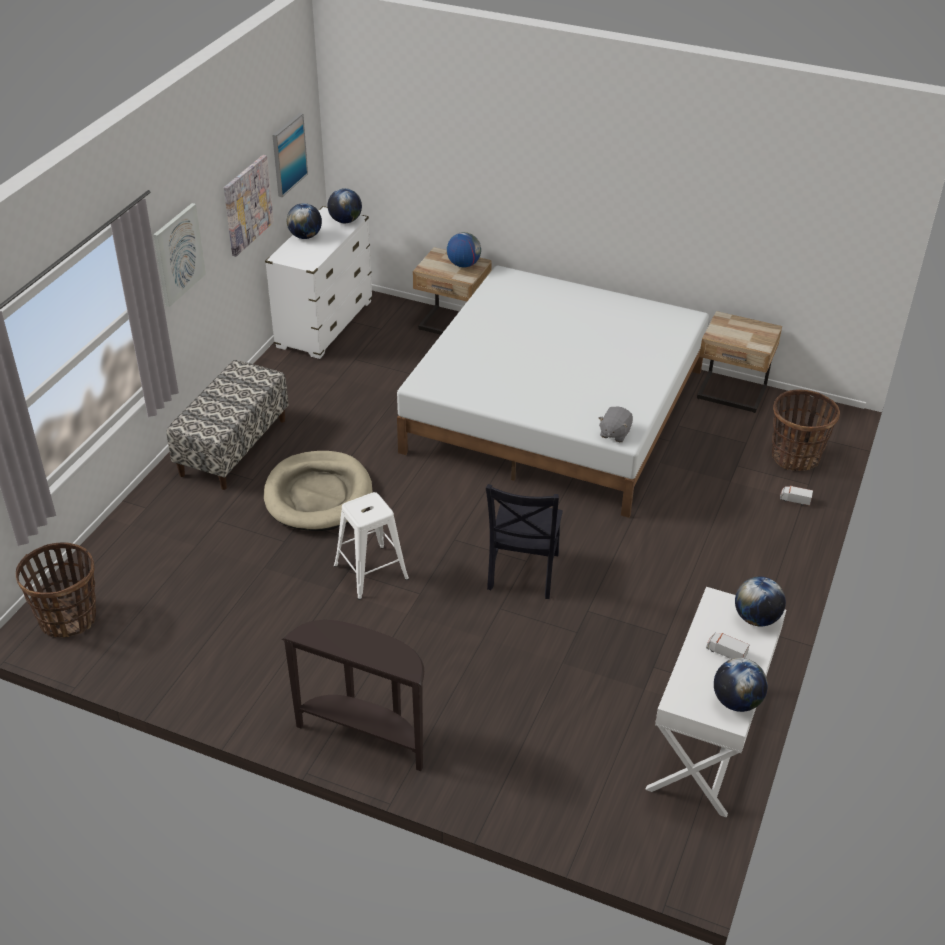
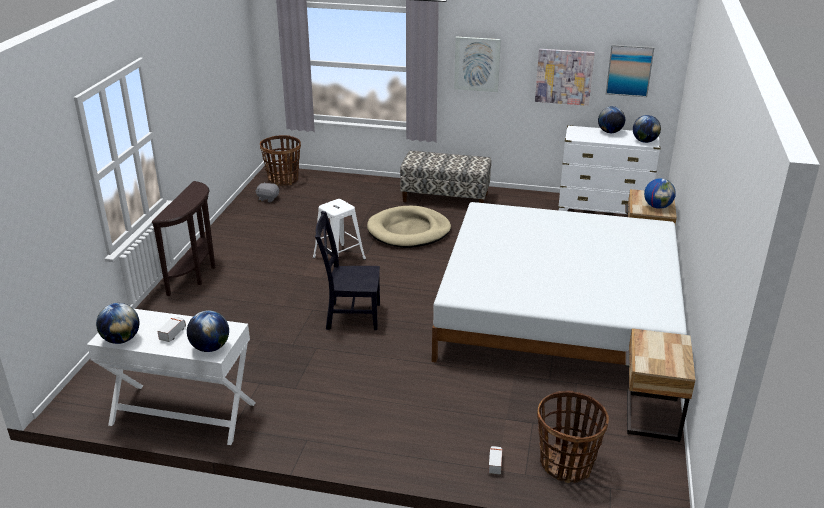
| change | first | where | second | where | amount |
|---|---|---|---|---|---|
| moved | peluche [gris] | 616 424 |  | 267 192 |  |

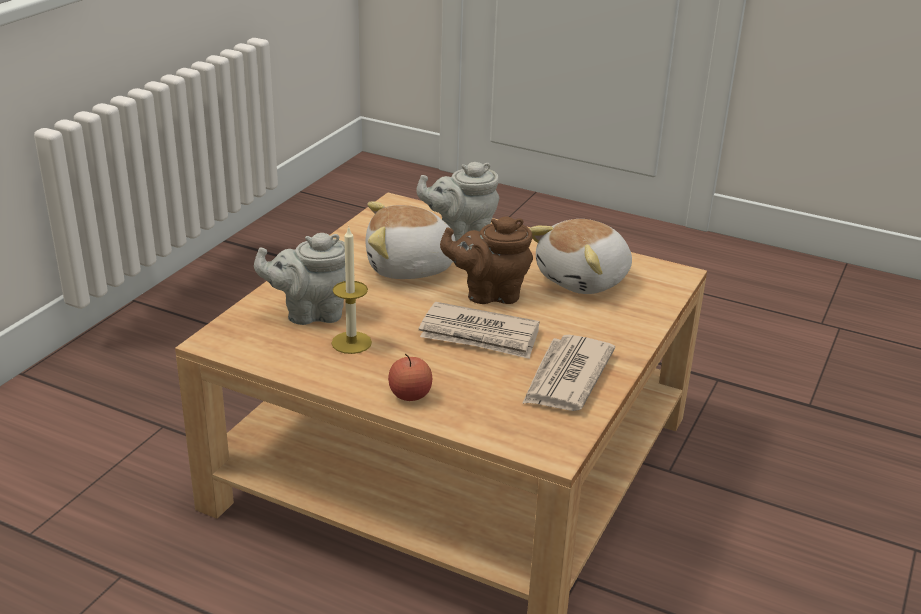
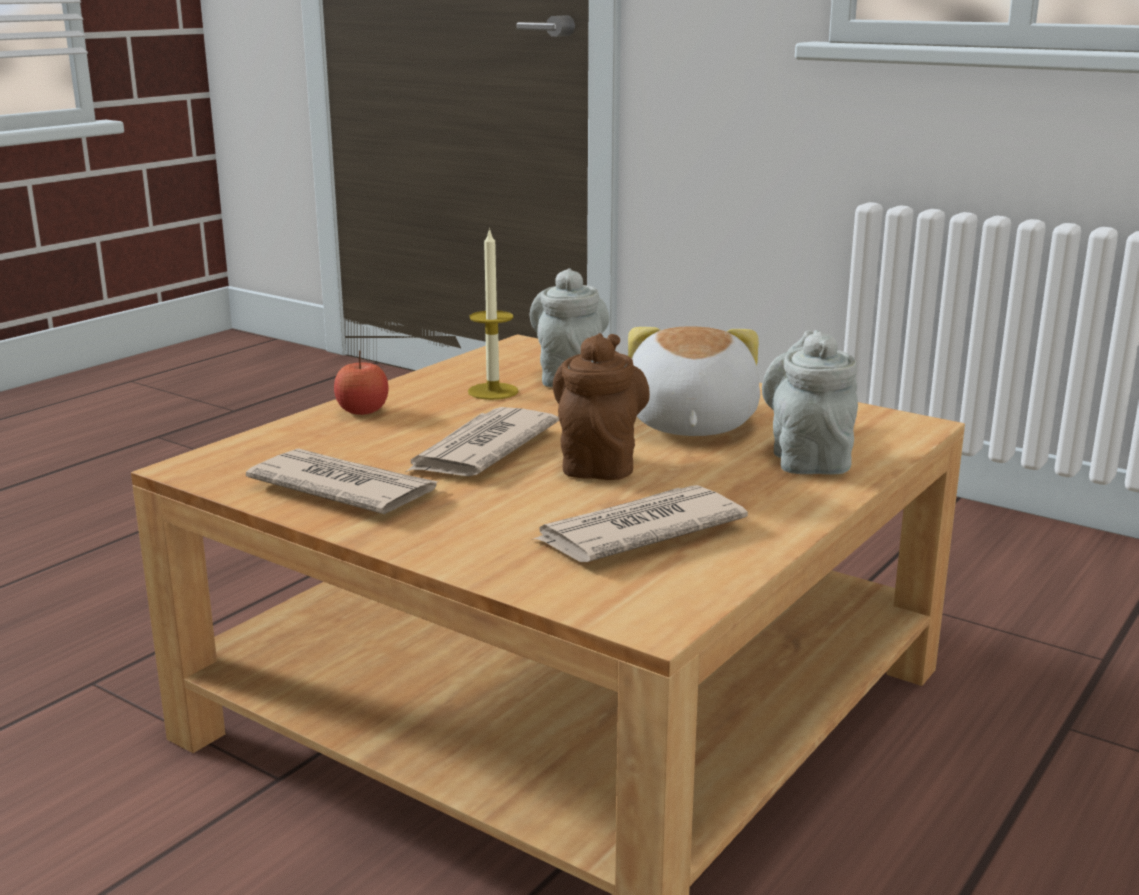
| change | first | where | second | where | amount |
|---|---|---|---|---|---|
| replaced | peluche | 580 256 | periódico | 640 523 |  |

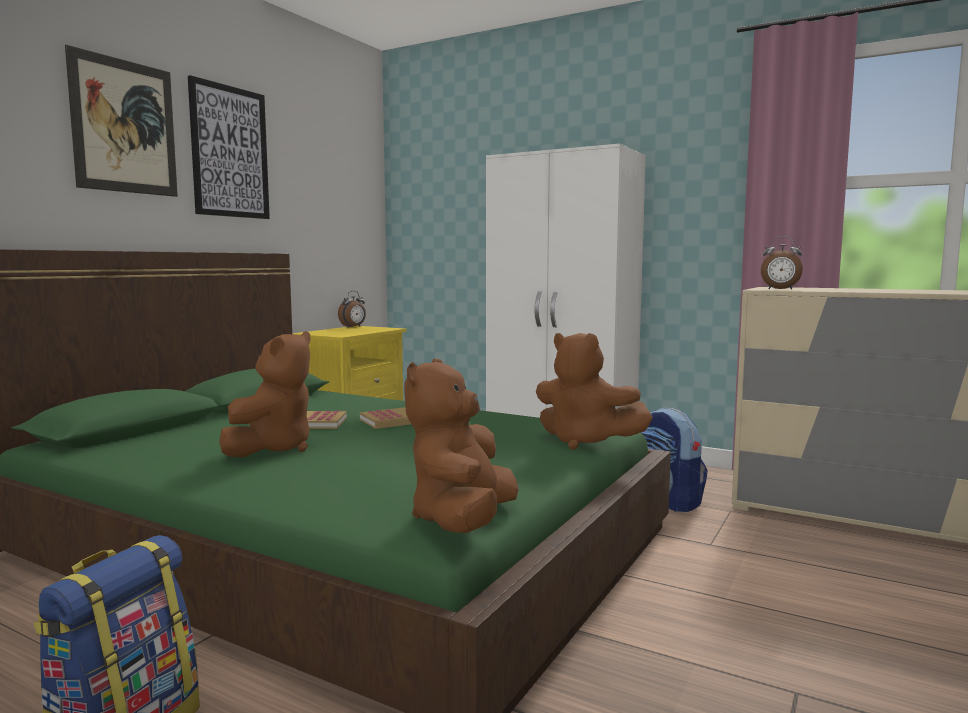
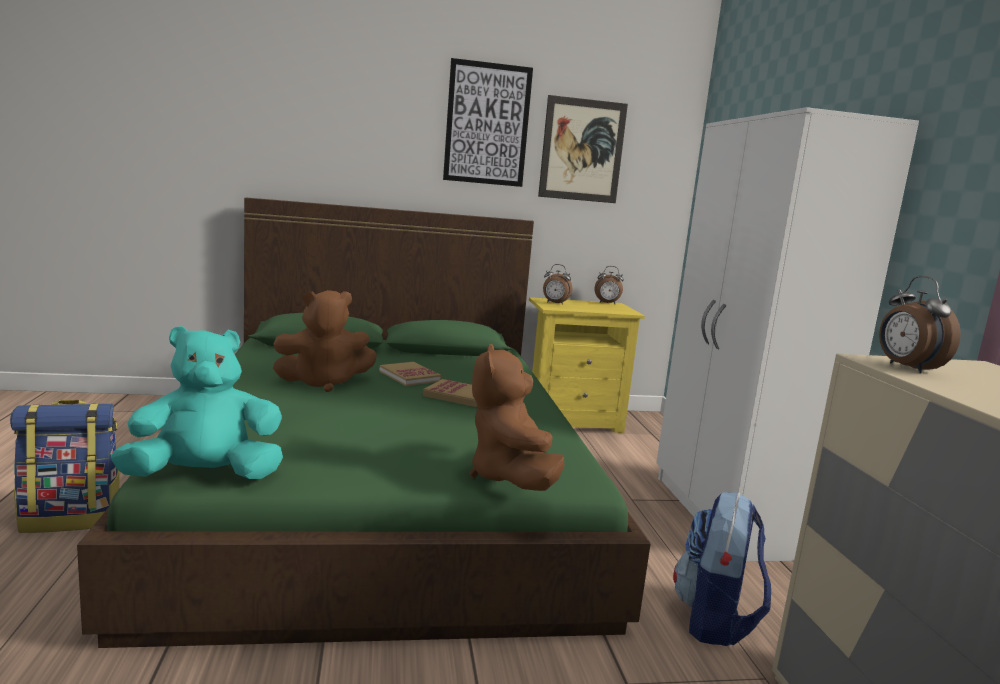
| change | first | where | second | where | amount |
|---|---|---|---|---|---|
| moved | cuadro | 121 121 |  | 583 149 |  |
| recoloured | peluche [marrón] | 461 445 | peluche [turquesa] | 197 402 |  |
| added |  |  | despertador | 557 284 |  |

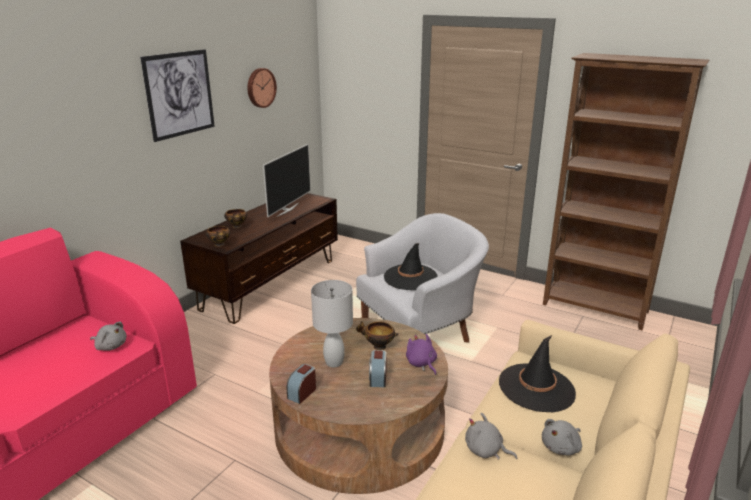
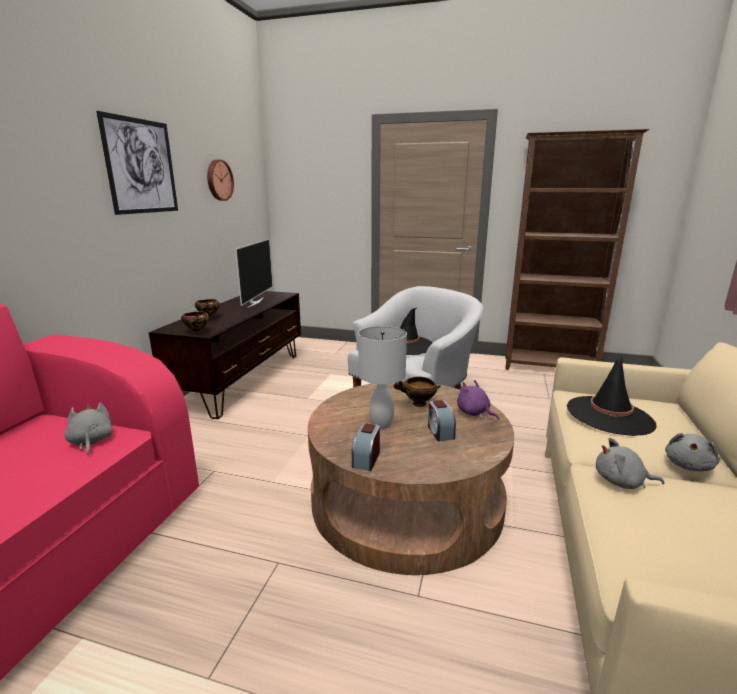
| change | first | where | second | where | amount |
|---|---|---|---|---|---|
| turned | peluche [gris] | 108 336 |  | 88 429 | 120 degrees counterclockwise |

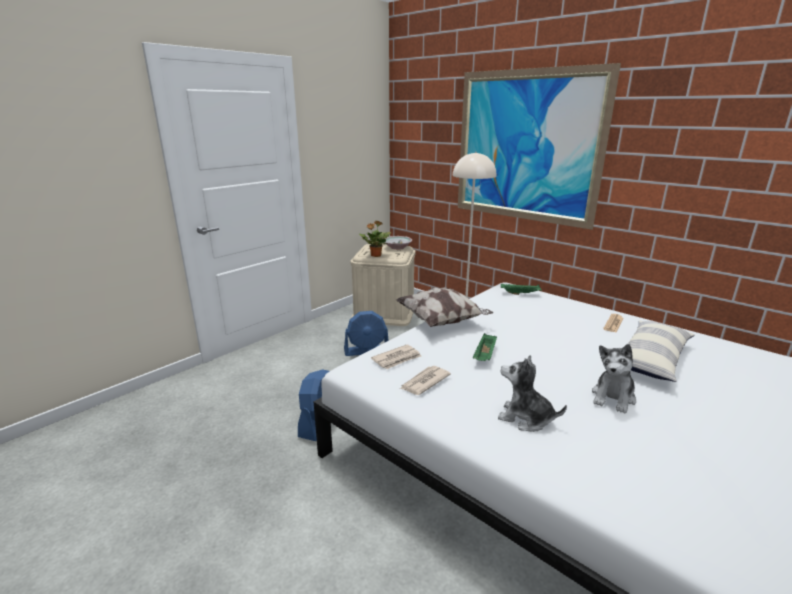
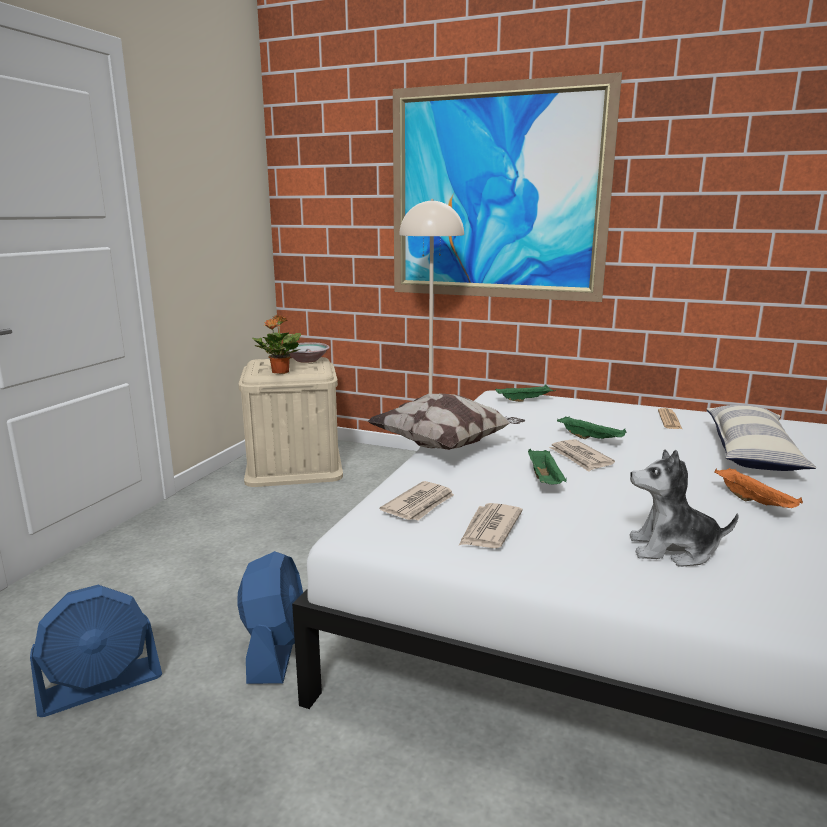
| change | first | where | second | where | amount |
|---|---|---|---|---|---|
| moved | ventilador [azul] | 366 333 |  | 96 651 |  |
| replaced | peluche | 614 379 | bandeja [naranja] | 758 488 |  |
| added |  |  | bandeja [verde] | 591 427 |  |
| added |  |  | periódico | 582 455 |  |

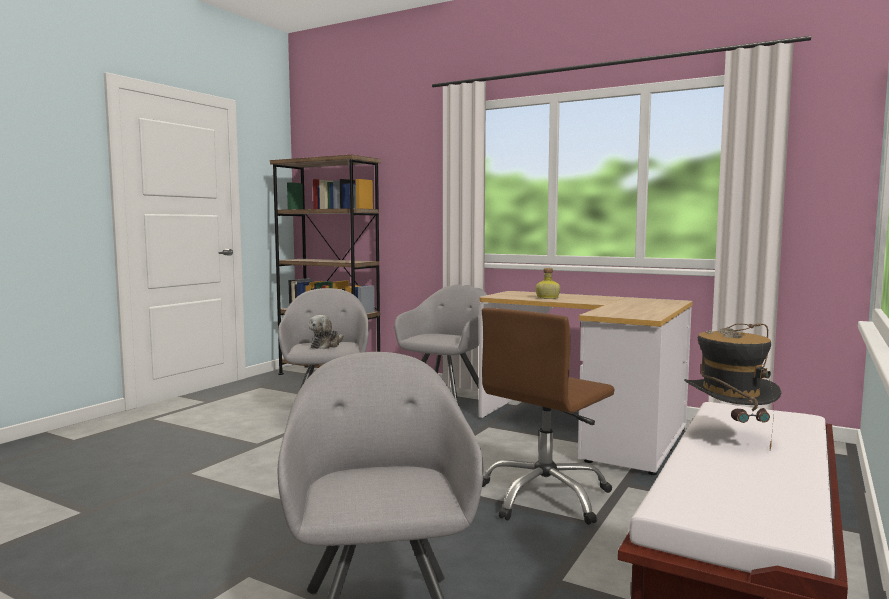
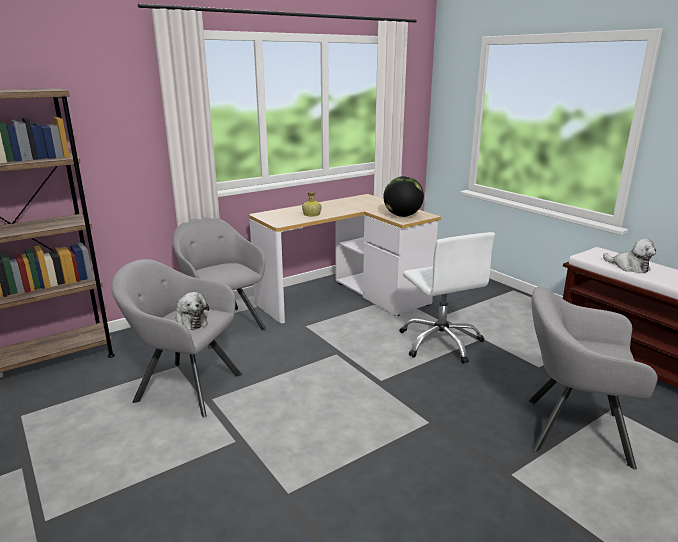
| change | first | where | second | where | amount |
|---|---|---|---|---|---|
| recoloured | silla de oficina [marrón] | 548 416 | silla de oficina [blanco] | 447 298 |  |
| replaced | sombrero | 733 386 | peluche | 629 256 |  |
| added |  |  | globo terráqueo | 403 196 |  |

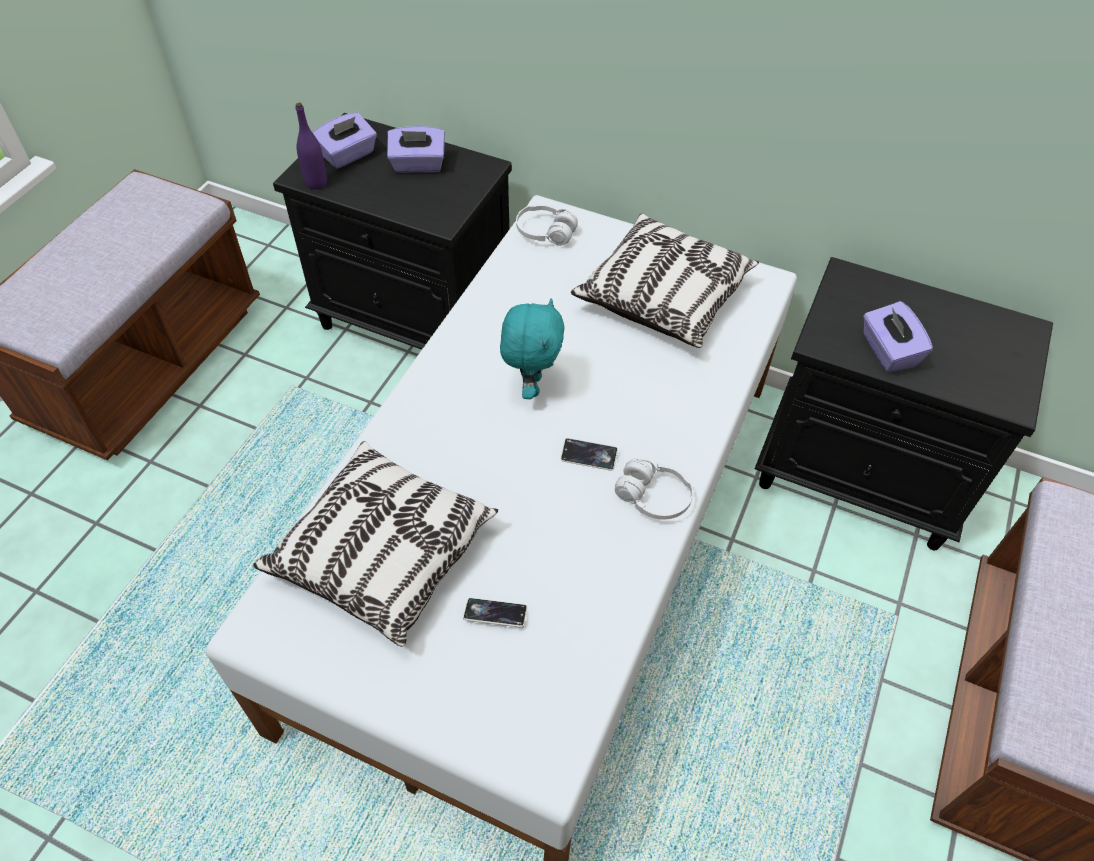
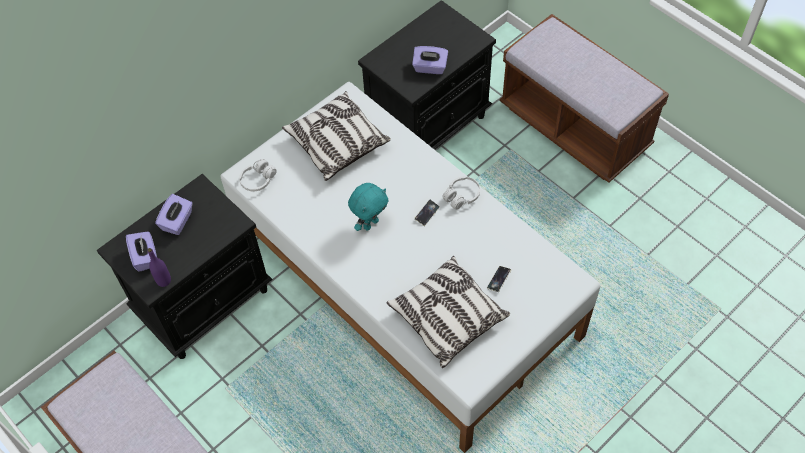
| change | first | where | second | where | amount |
|---|---|---|---|---|---|
| turned | peluche [turquesa] | 532 348 |  | 368 207 | 105 degrees clockwise |

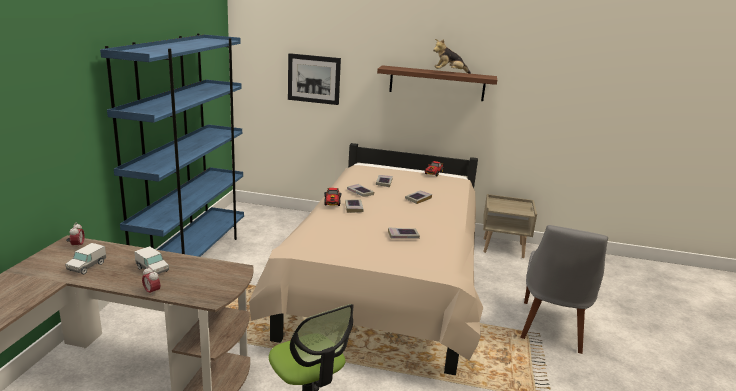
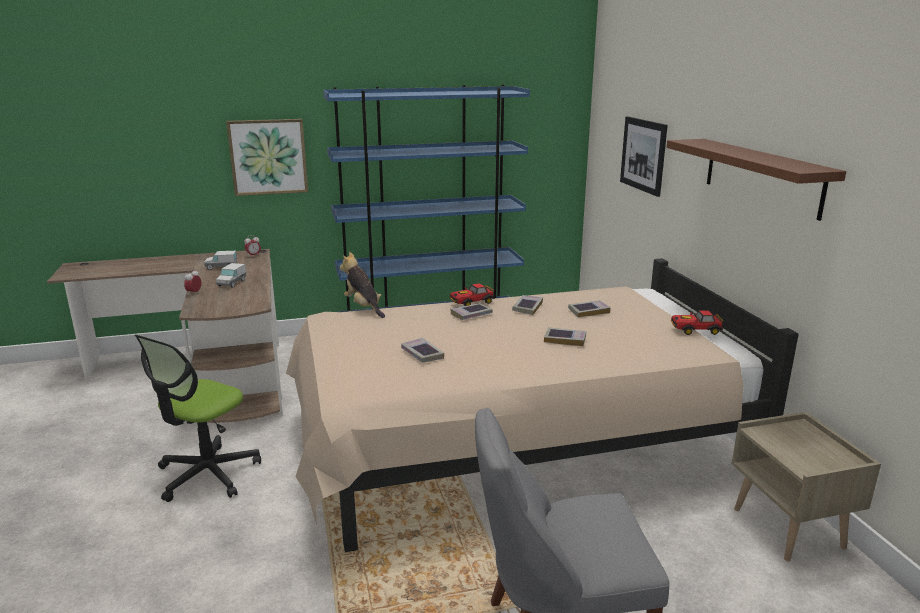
| change | first | where | second | where | amount |
|---|---|---|---|---|---|
| moved | peluche | 452 56 |  | 362 285 |  |
| added |  |  | cuadro | 267 157 |  |

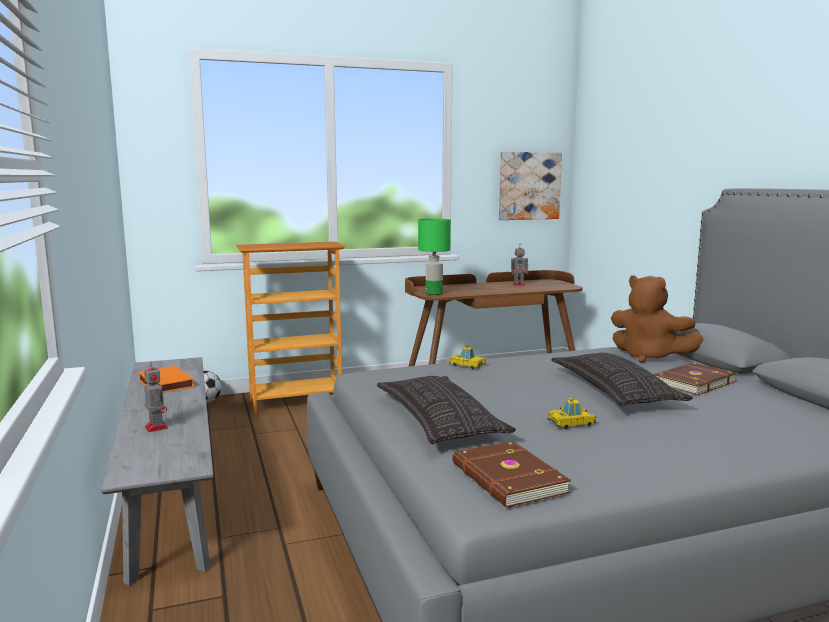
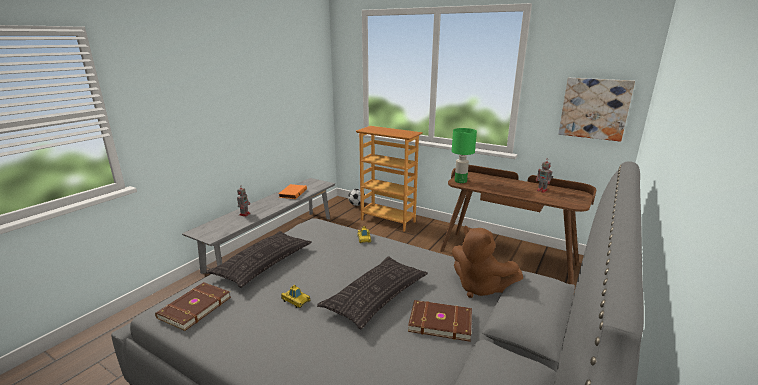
| change | first | where | second | where | amount |
|---|---|---|---|---|---|
| turned | peluche [marrón] | 657 319 |  | 487 262 | 45 degrees counterclockwise |

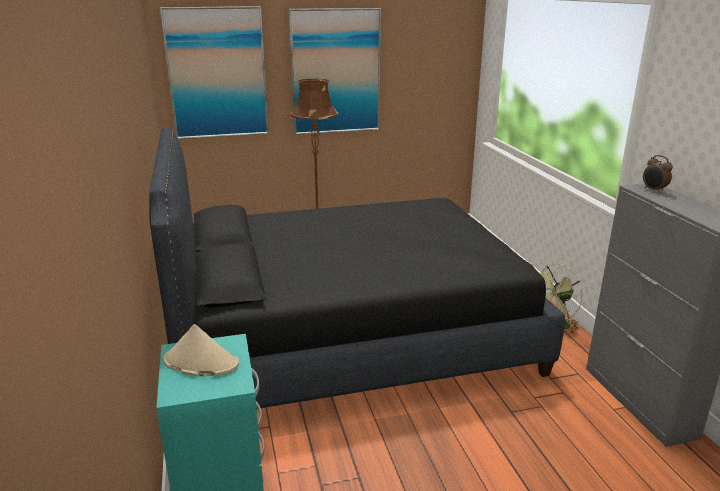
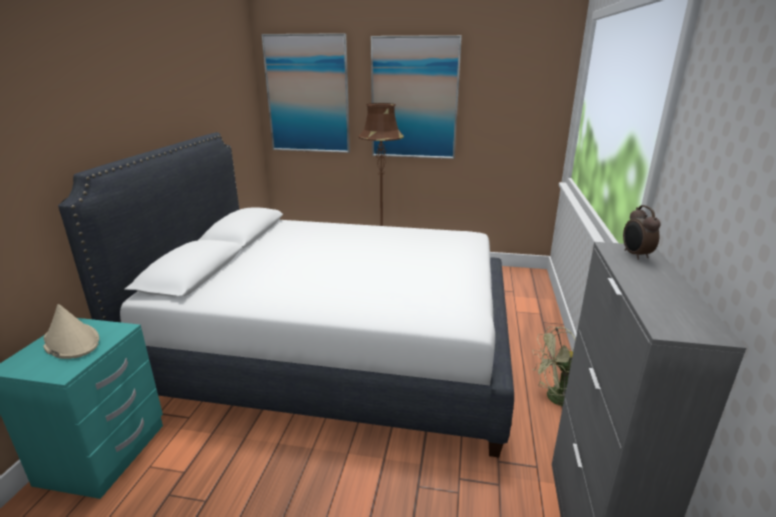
| change | first | where | second | where | amount |
|---|---|---|---|---|---|
| recoloured | cama [negro] | 357 267 | cama [blanco] | 286 294 |  |

